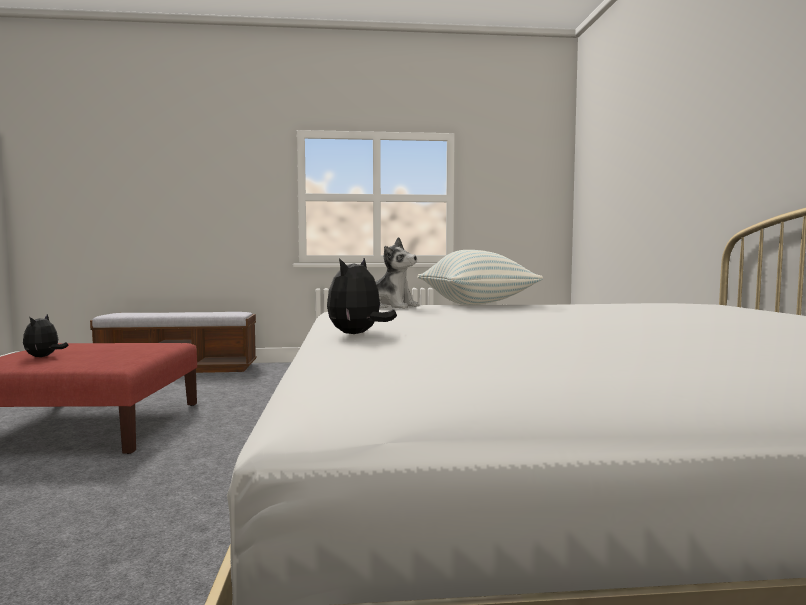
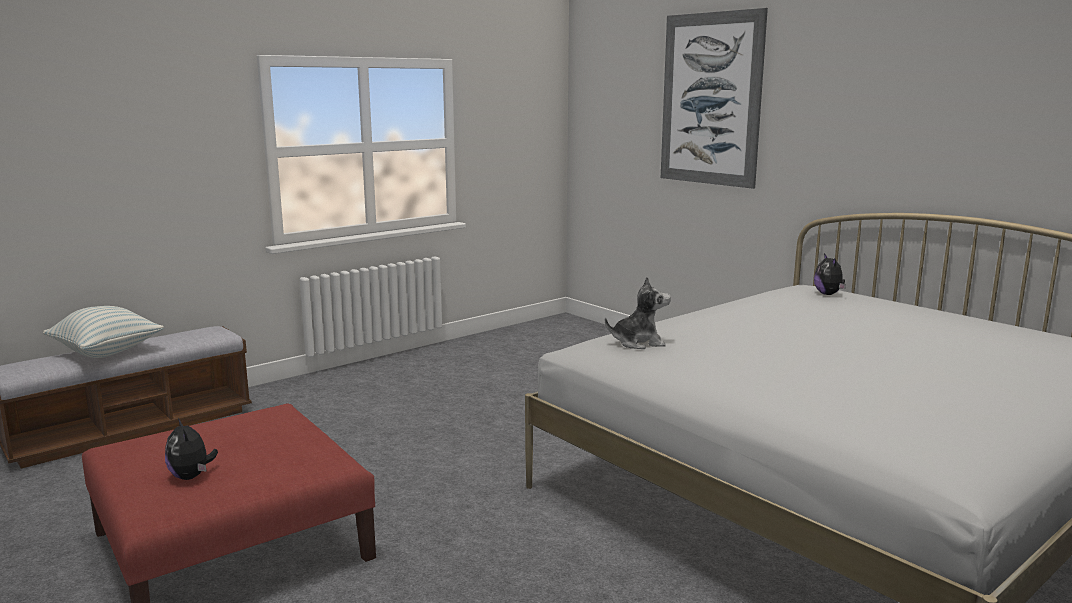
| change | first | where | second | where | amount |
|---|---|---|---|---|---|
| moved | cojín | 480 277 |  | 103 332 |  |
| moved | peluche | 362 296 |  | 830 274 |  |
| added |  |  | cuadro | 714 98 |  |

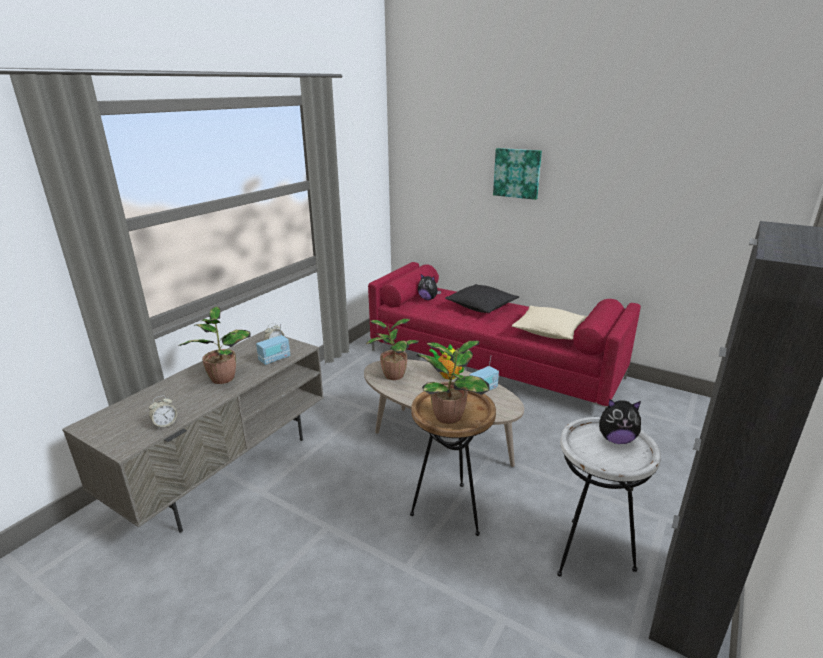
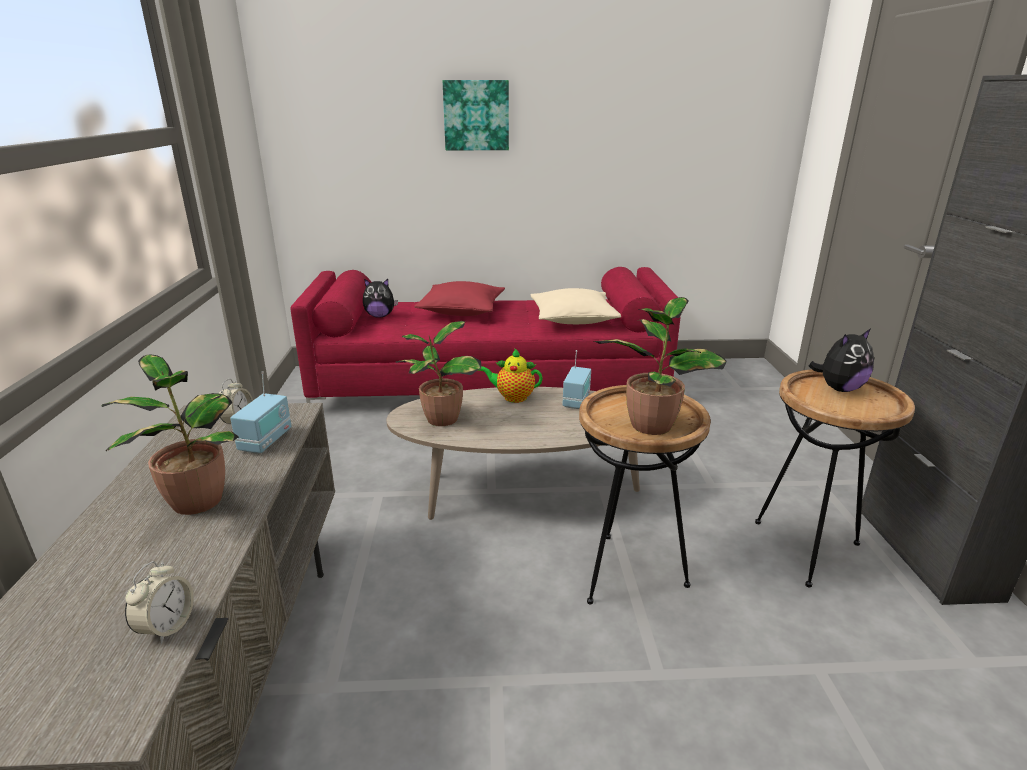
| change | first | where | second | where | amount |
|---|---|---|---|---|---|
| recoloured | cojín [negro] | 482 298 | cojín [rojo] | 459 298 |  |
| recoloured | mesa auxiliar [blanco] | 609 497 | mesa auxiliar [marrón] | 835 479 |  |

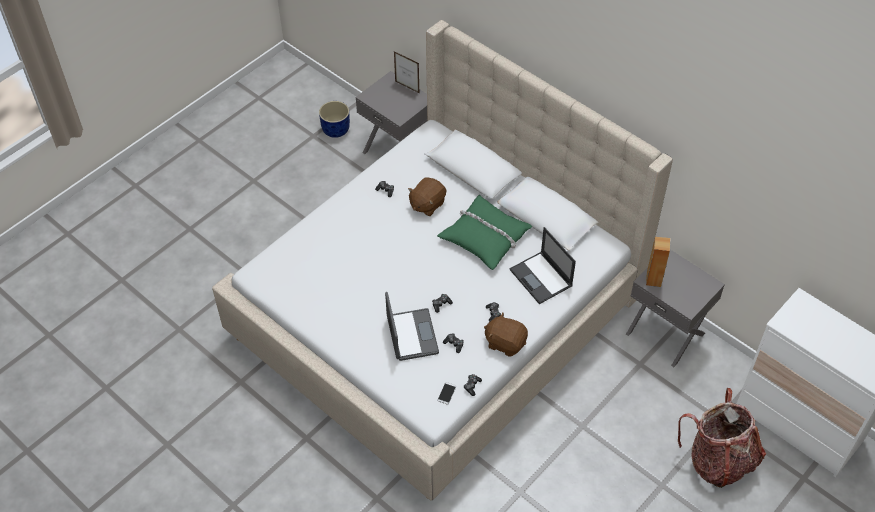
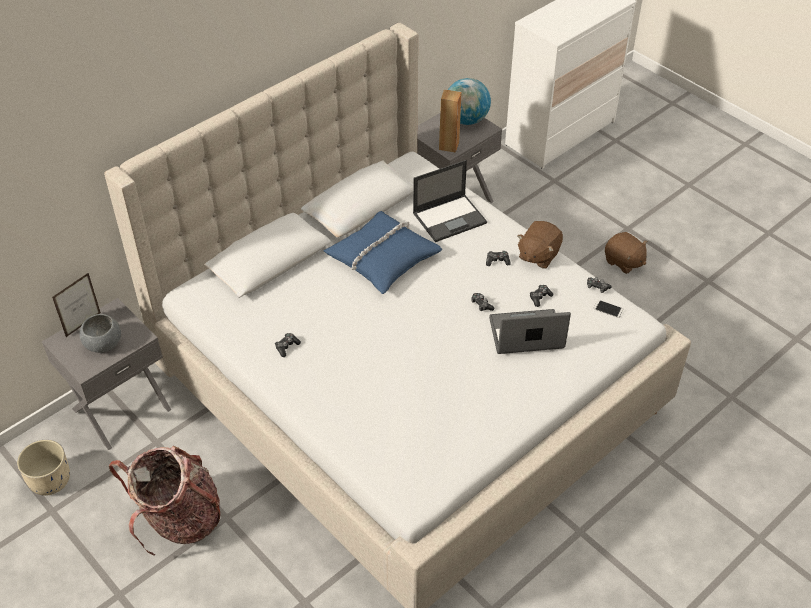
| change | first | where | second | where | amount |
|---|---|---|---|---|---|
| recoloured | maceta [azul] | 334 119 | maceta [beis] | 43 468 |  |
| moved | peluche [marrón] | 427 196 |  | 626 253 |  |
| recoloured | cojín [verde] | 484 232 | cojín [azul] | 382 252 |  |
| moved | mochila | 722 438 |  | 164 500 |  |
| added |  |  | globo terráqueo | 469 101 |  |
| added |  |  | cuenco [gris] | 100 333 |  |

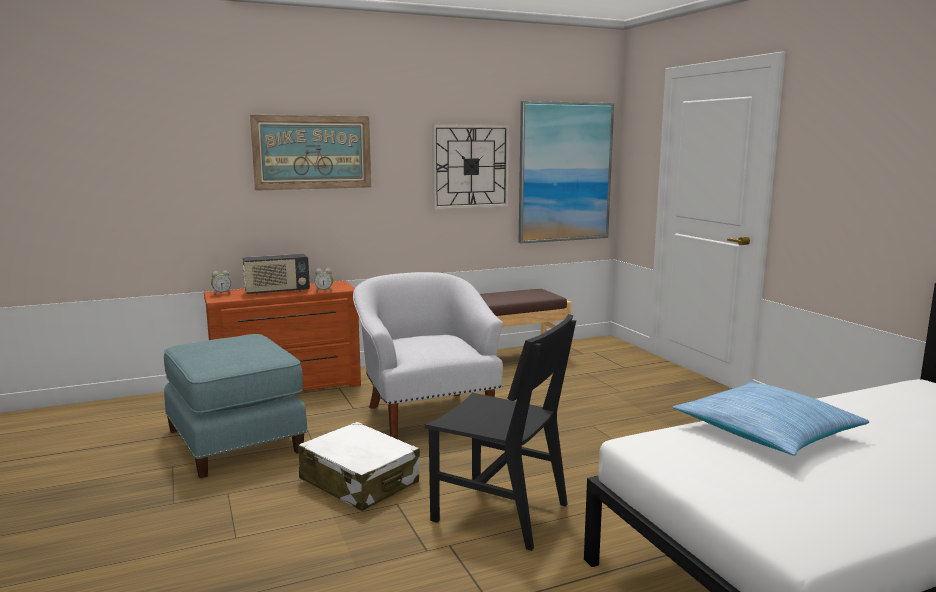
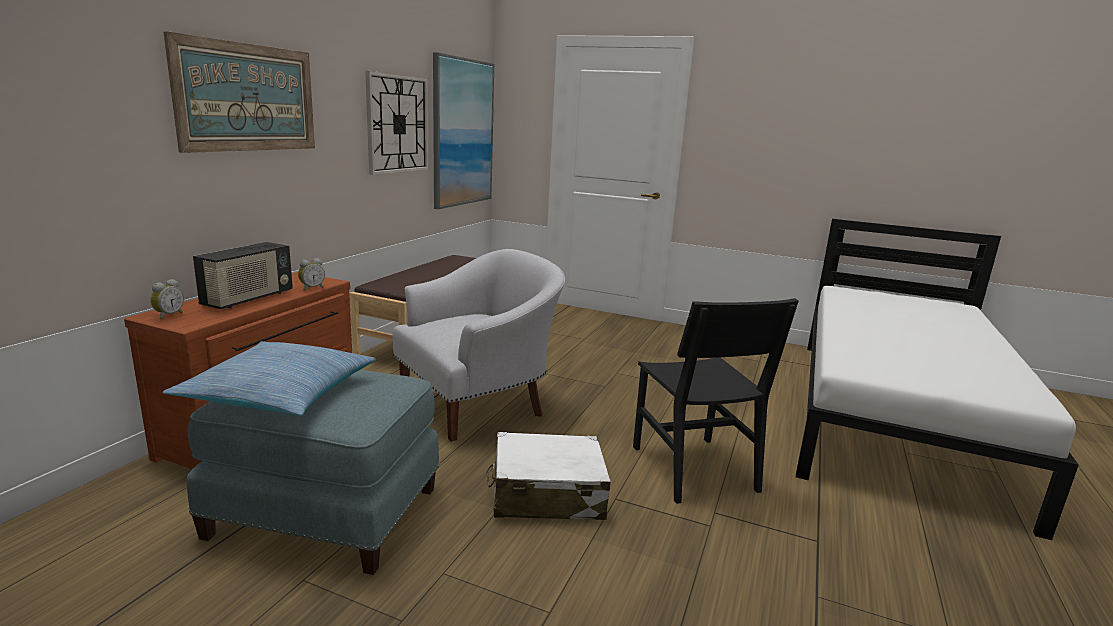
| change | first | where | second | where | amount |
|---|---|---|---|---|---|
| turned | sillón [blanco] | 428 355 |  | 479 345 | 120 degrees clockwise |
| turned | silla [negro] | 500 432 |  | 716 401 | 90 degrees clockwise |
| moved | cojín | 771 419 |  | 269 378 |  |

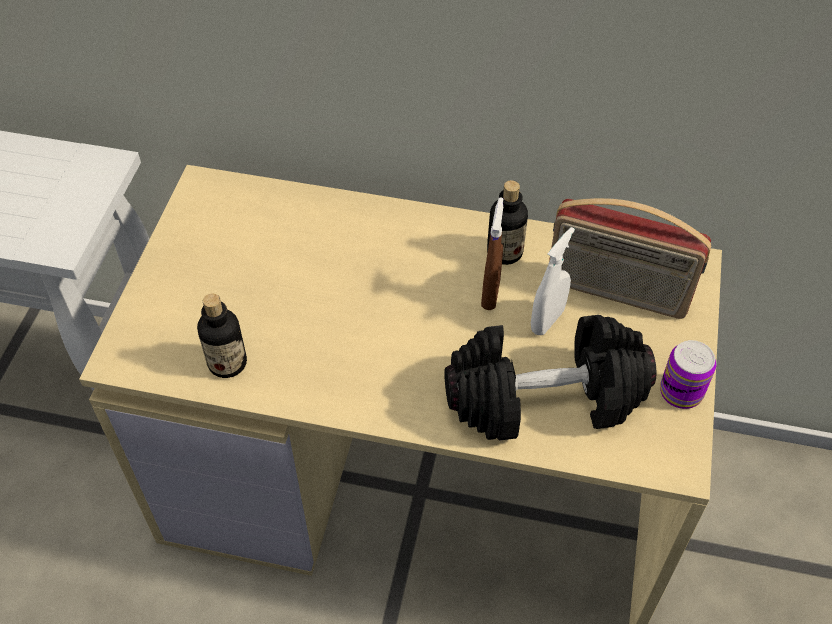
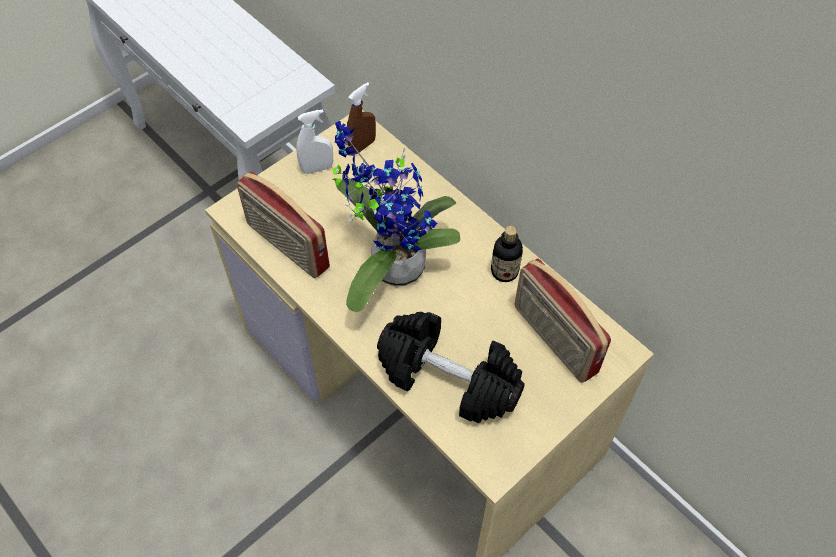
| change | first | where | second | where | amount |
|---|---|---|---|---|---|
| moved | pulverizador [marrón] | 492 253 |  | 361 118 |  |
| moved | pulverizador [blanco] | 553 281 |  | 314 141 |  |
| replaced | botella | 222 336 | radio | 283 224 |  |
| removed | lata | 688 374 |  |  |  |
| added |  |  | planta en maceta | 396 216 |  |

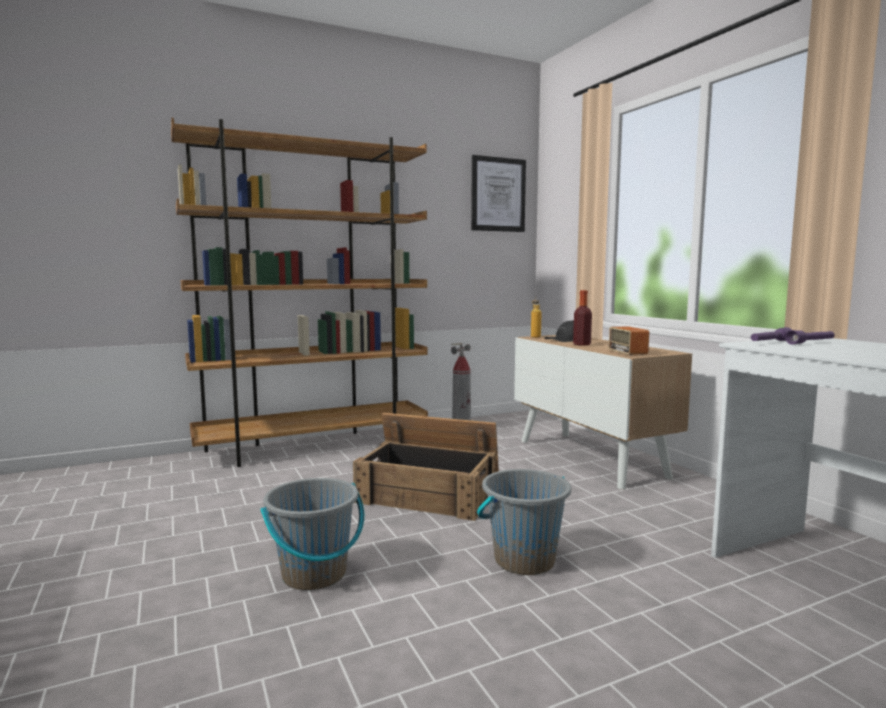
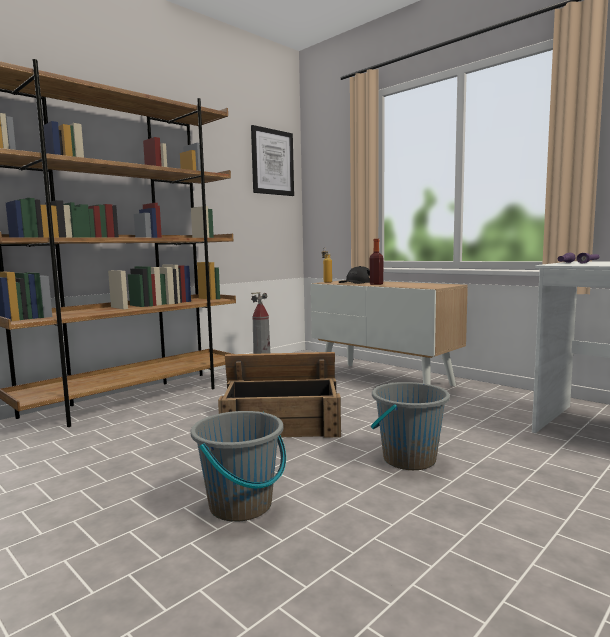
| change | first | where | second | where | amount |
|---|---|---|---|---|---|
| removed | radio | 628 340 |  |  |  |

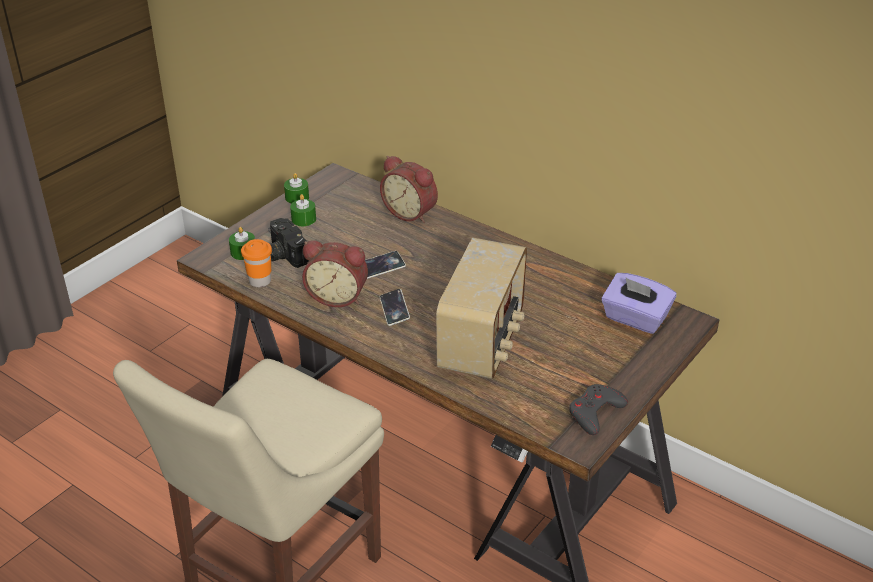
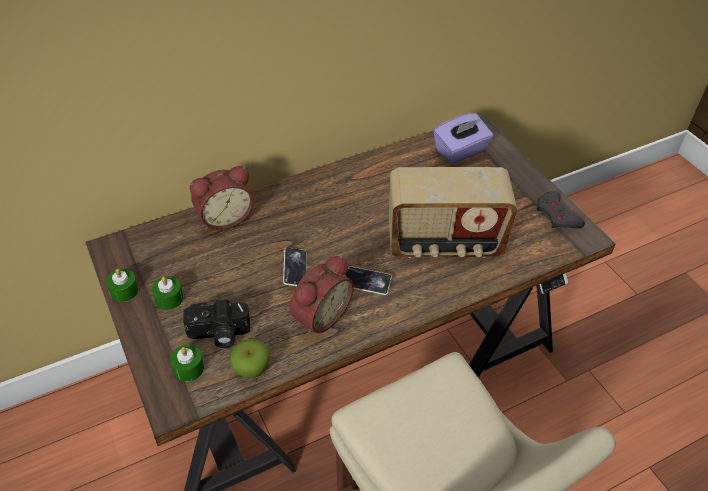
| change | first | where | second | where | amount |
|---|---|---|---|---|---|
| turned | radio | 481 308 |  | 453 212 | 135 degrees clockwise |
| replaced | taza [naranja] | 256 263 | manzana | 249 358 |  |

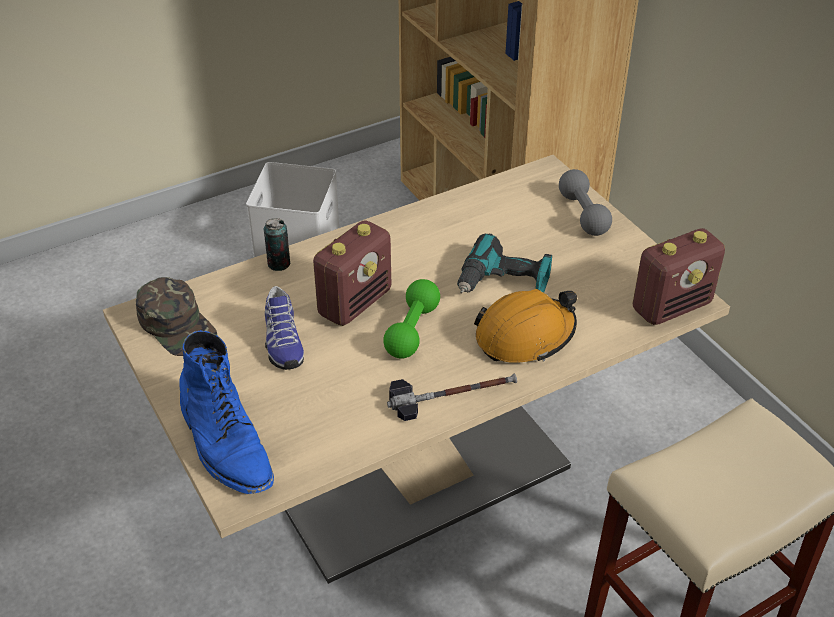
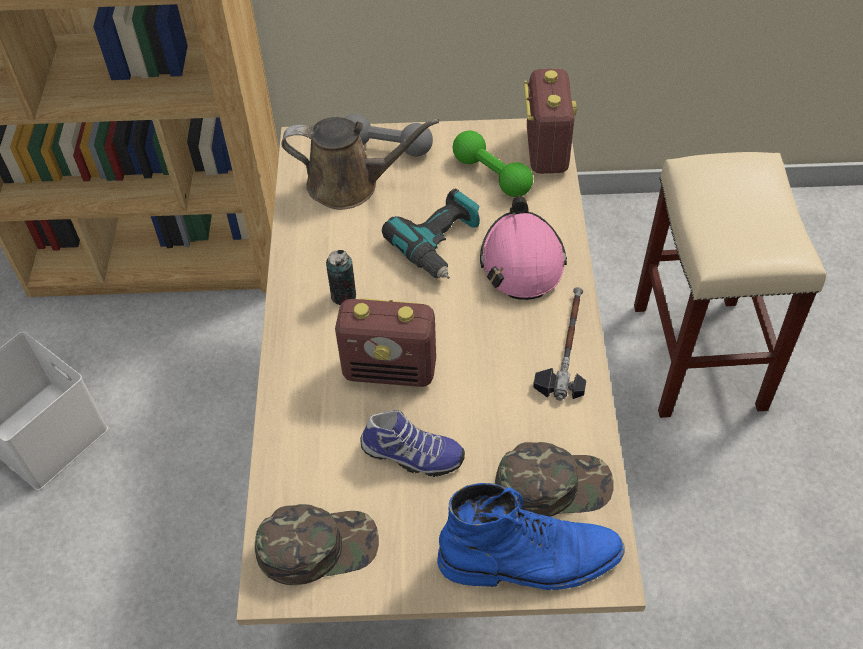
| change | first | where | second | where | amount |
|---|---|---|---|---|---|
| moved | lata | 276 244 |  | 341 277 |  |
| turned | radio | 352 273 |  | 385 342 | 120 degrees clockwise |
| moved | mancuerna [verde] | 411 319 |  | 493 164 |  |
| recoloured | casco [naranja] | 525 326 | casco [rosa] | 523 248 |  |
| added |  |  | regadera [marrón] | 360 163 |  |
| added |  |  | gorra [verde] | 554 479 |  |

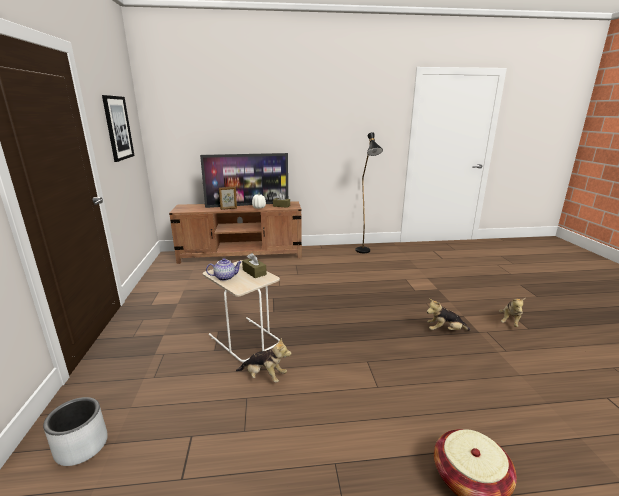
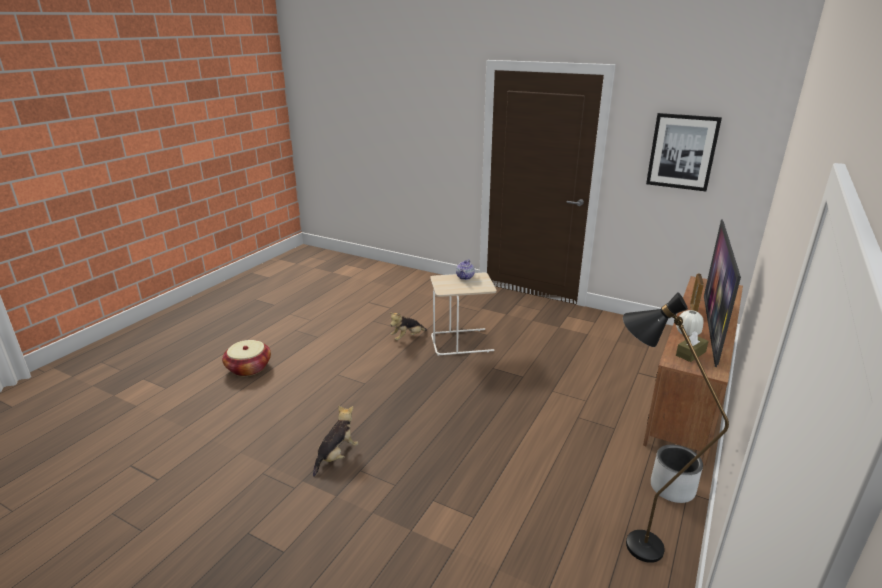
| change | first | where | second | where | amount |
|---|---|---|---|---|---|
| removed | caja de pañuelos [marrón] | 254 265 |  |  |  |
| removed | peluche | 512 312 |  |  |  |
| moved | maceta [gris] | 75 431 |  | 677 474 |  |

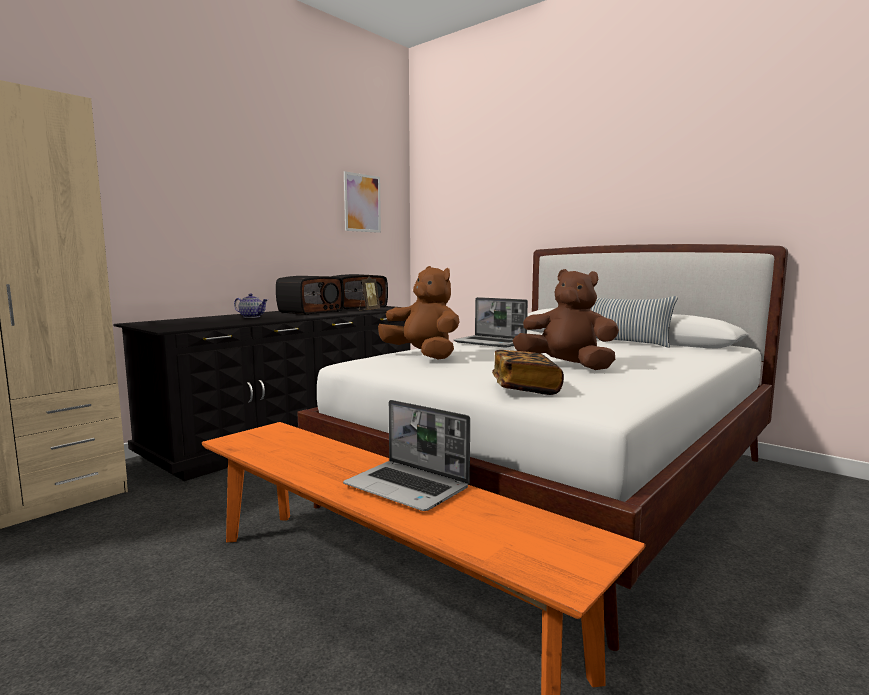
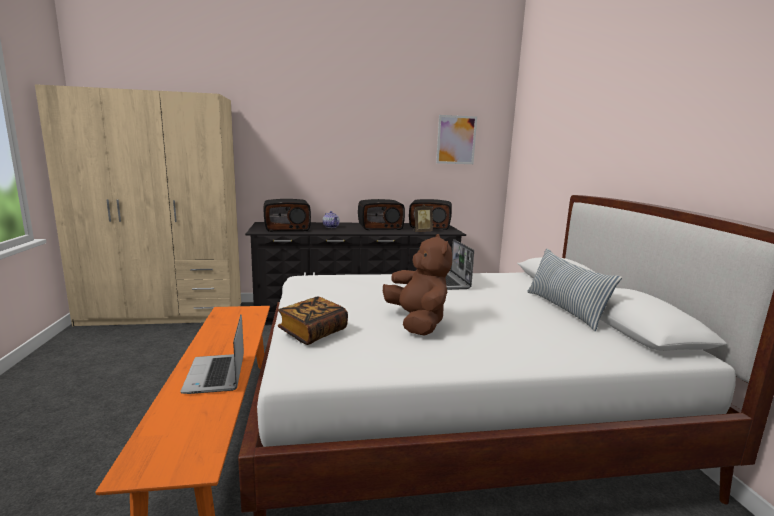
| change | first | where | second | where | amount |
|---|---|---|---|---|---|
| removed | peluche [marrón] | 418 313 |  |  |  |
| added |  |  | radio | 287 215 |  |

